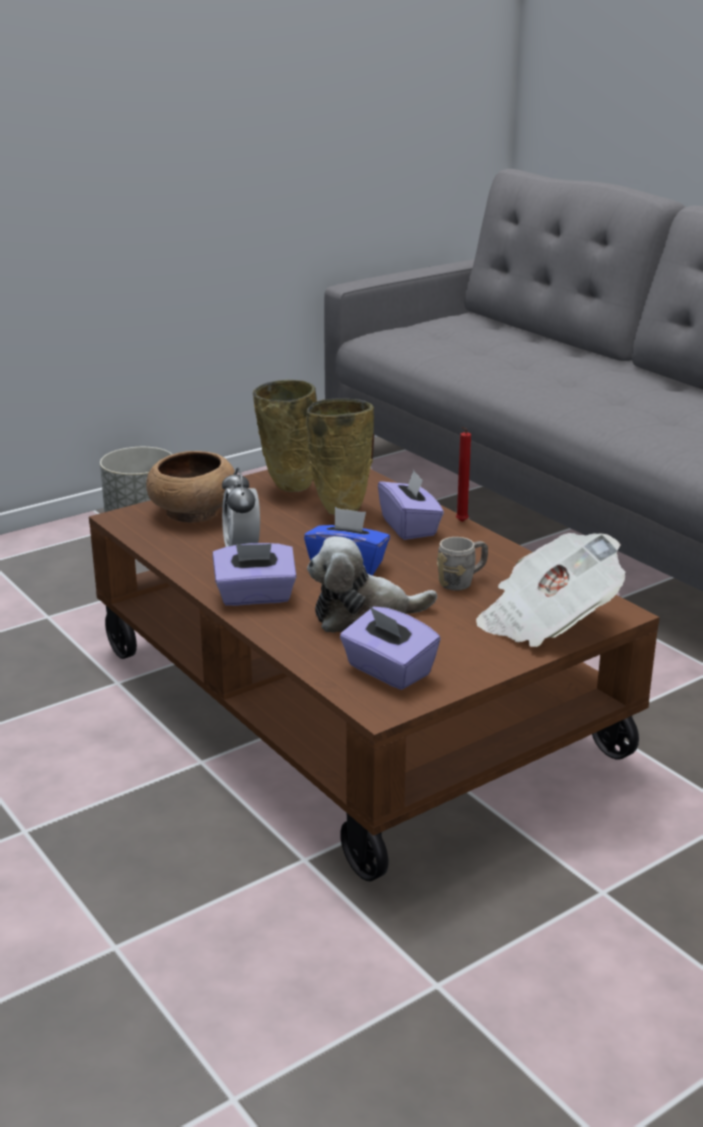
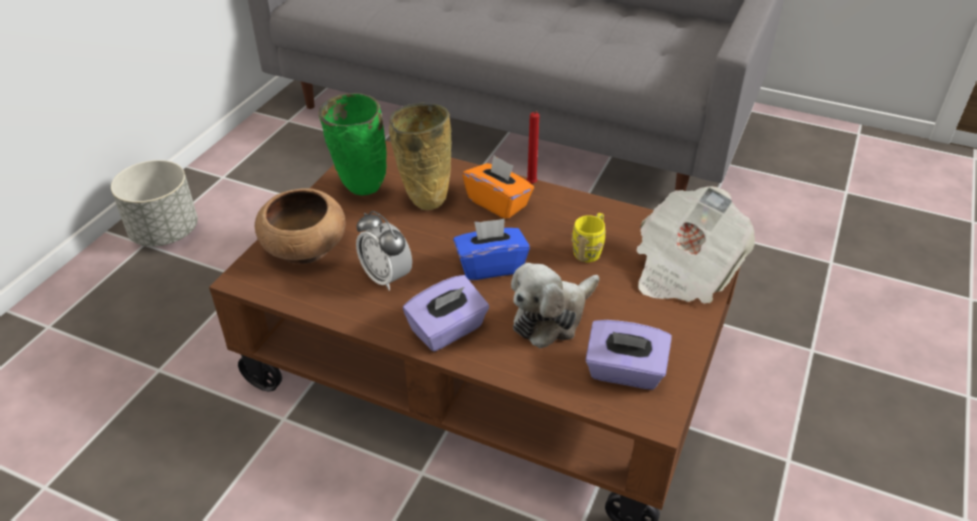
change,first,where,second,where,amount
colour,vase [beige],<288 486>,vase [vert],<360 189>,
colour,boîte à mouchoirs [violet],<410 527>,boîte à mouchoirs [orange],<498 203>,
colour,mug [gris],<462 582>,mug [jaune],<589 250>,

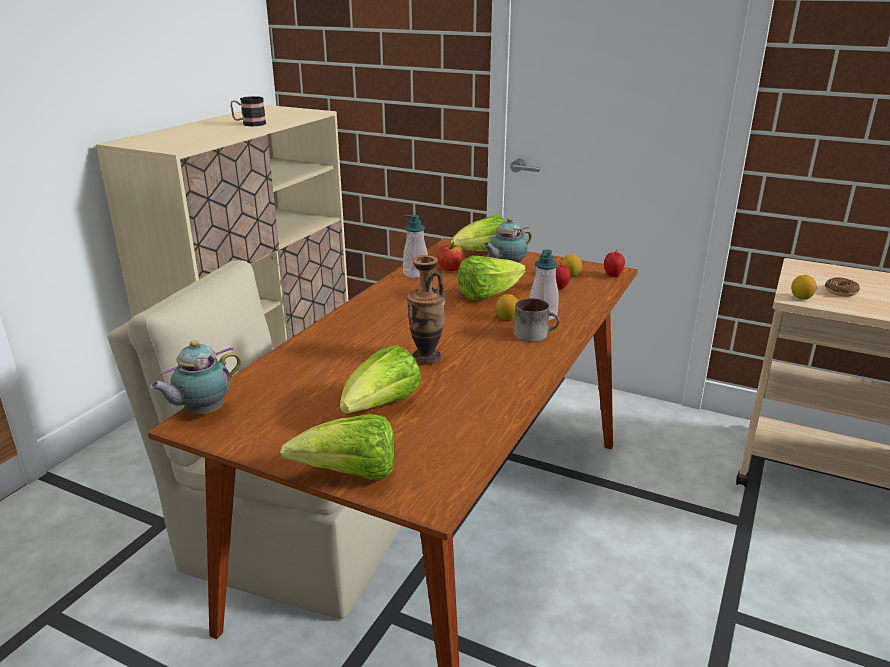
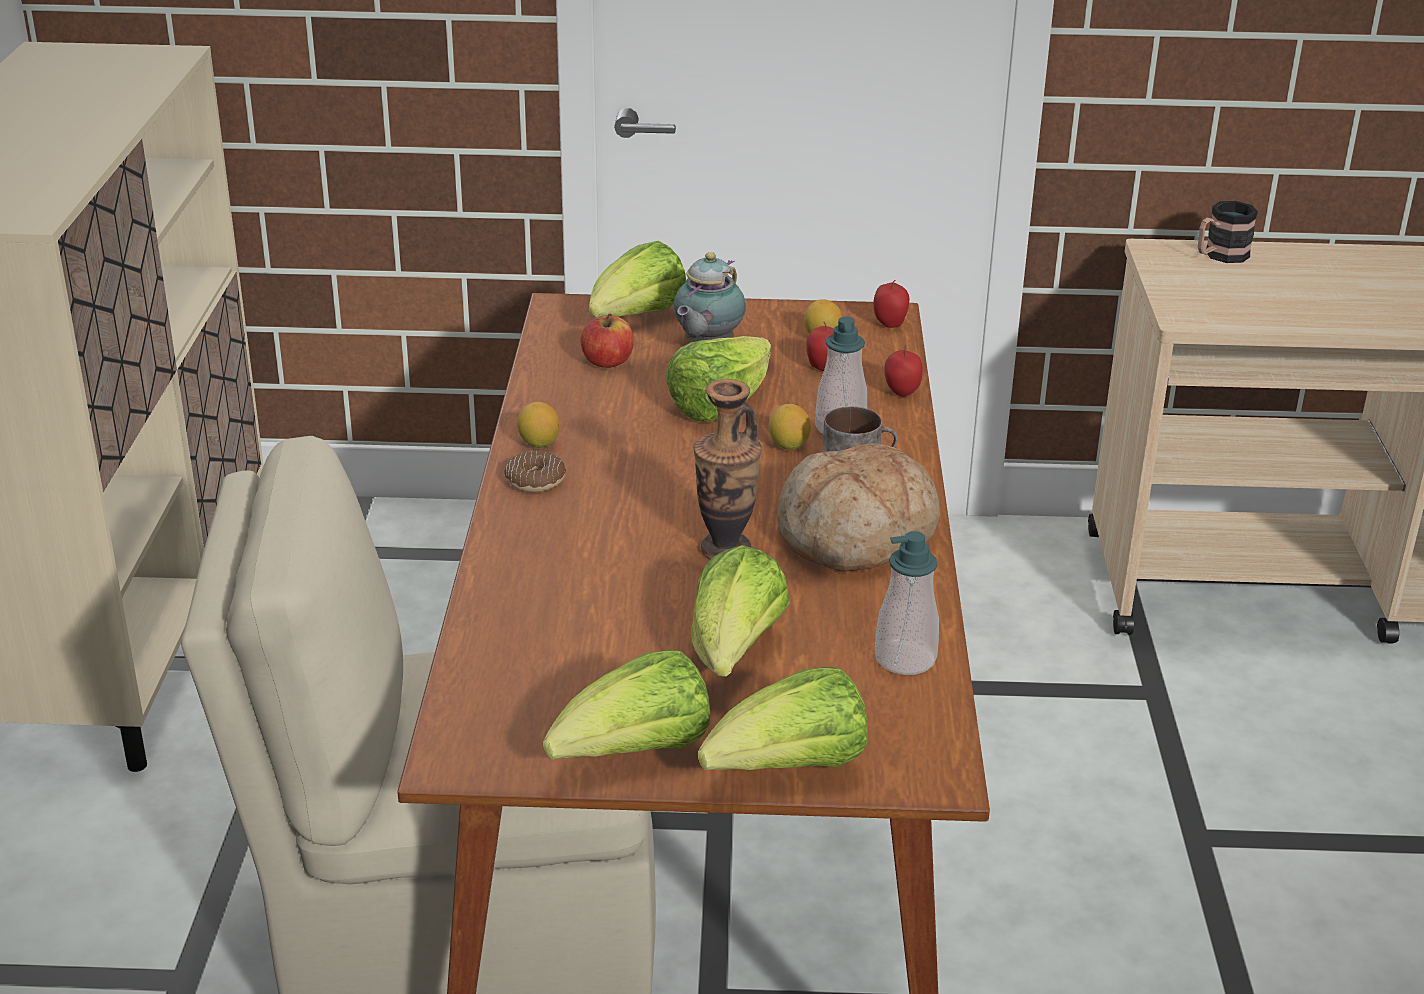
change,first,where,second,where,amount
missing,théière,<202 412>,,,
appeared,,,laitue,<635 754>,
appeared,,,pain,<858 536>,
appeared,,,pomme,<901 393>,
relocated,mug,<249 124>,,<1219 256>,
relocated,distributeur de savon,<415 273>,,<905 659>,
relocated,citron,<801 298>,,<539 443>,
relocated,beignet,<840 292>,,<535 480>,

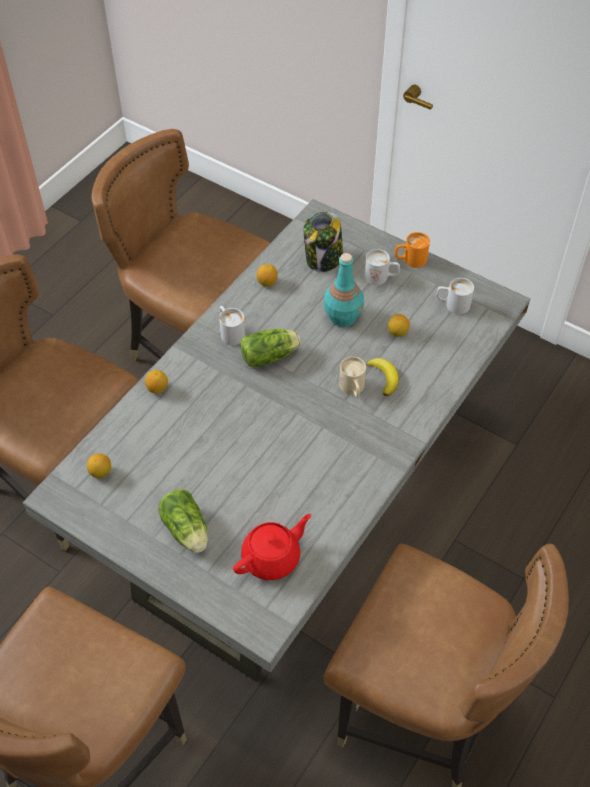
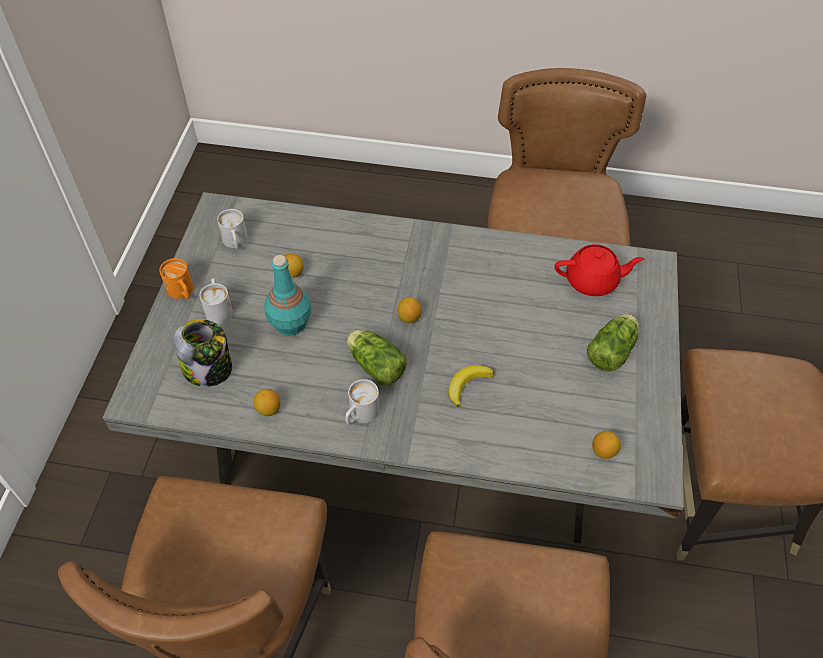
change,first,where,second,where,amount
missing,mug [beige],<353 389>,,,
relocated,citron,<157 388>,,<409 318>,
relocated,banane,<384 377>,,<467 385>,
spun,théière [rouge],<272 558>,,<592 281>,150 degrees clockwise

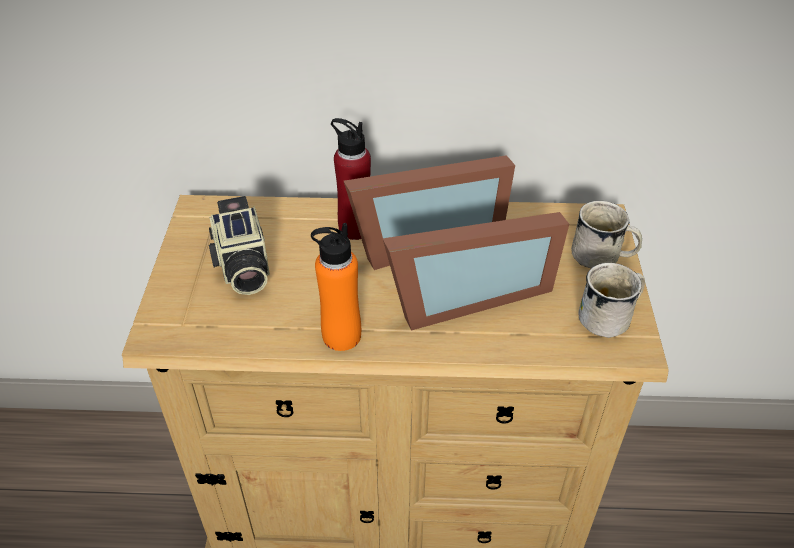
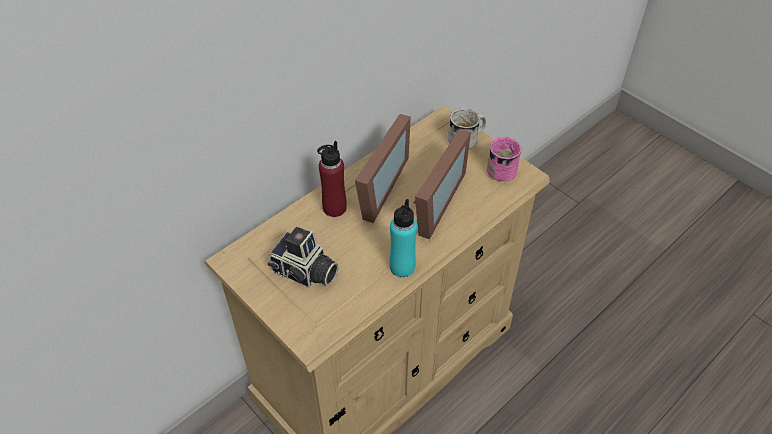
change,first,where,second,where,amount
colour,bouteille [orange],<341 336>,bouteille [turquoise],<402 267>,
colour,mug [blanc],<611 317>,mug [rose],<502 168>,

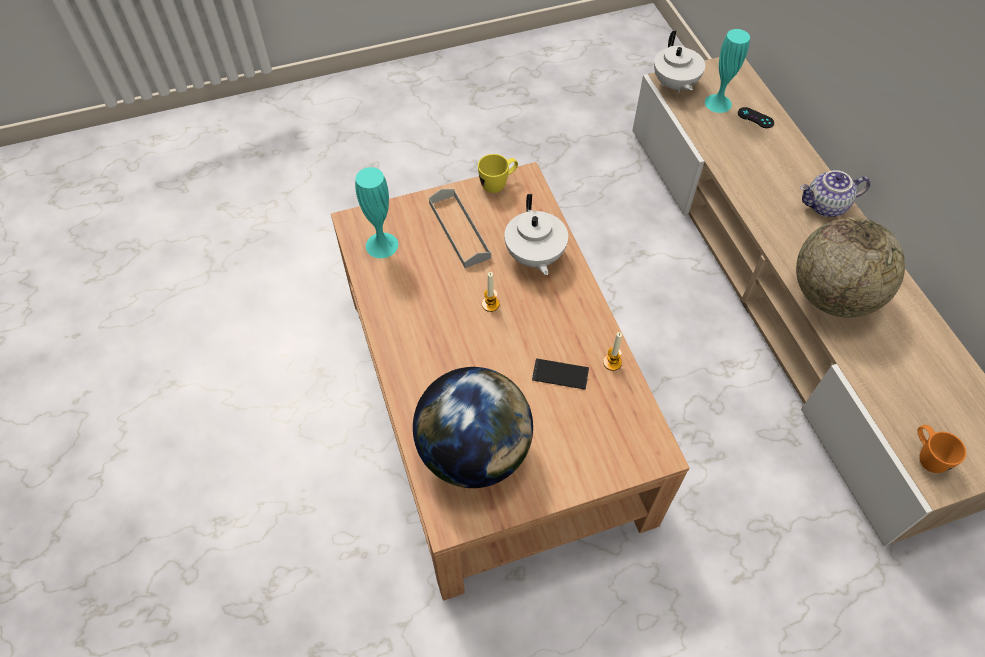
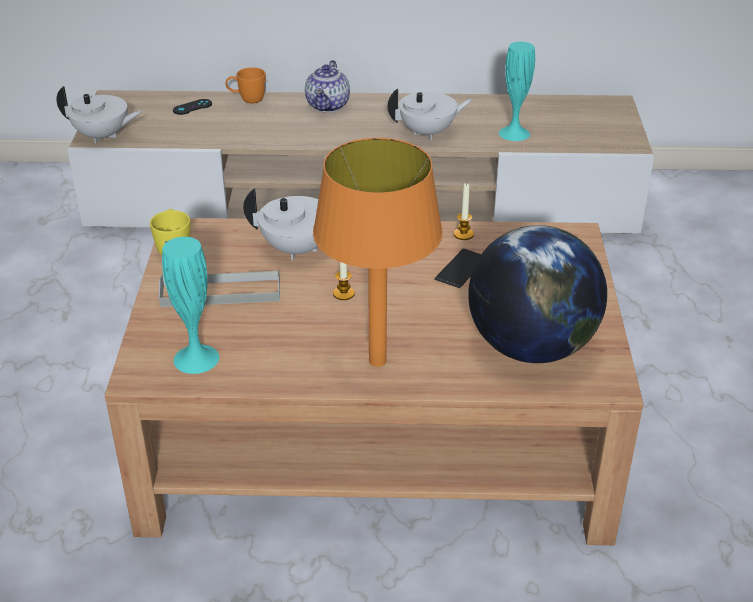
change,first,where,second,where,amount
appeared,,,lampe de table [orange],<376 360>,
relocated,vase [turquoise],<718 103>,,<514 133>,
relocated,mug [orange],<926 456>,,<247 100>,
exchanged,globe,<832 296>,théière [blanc],<428 132>,

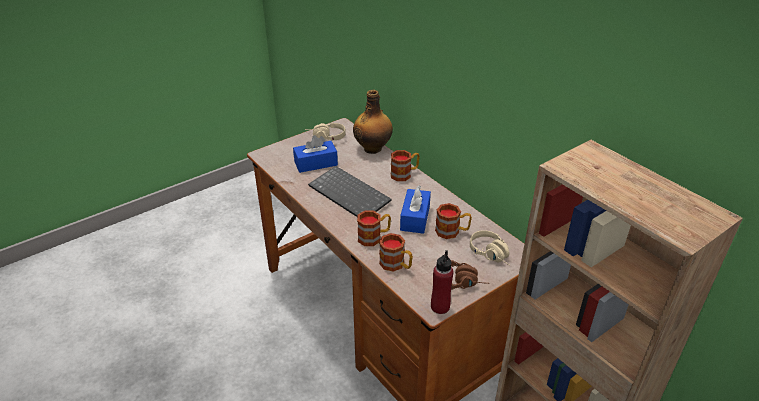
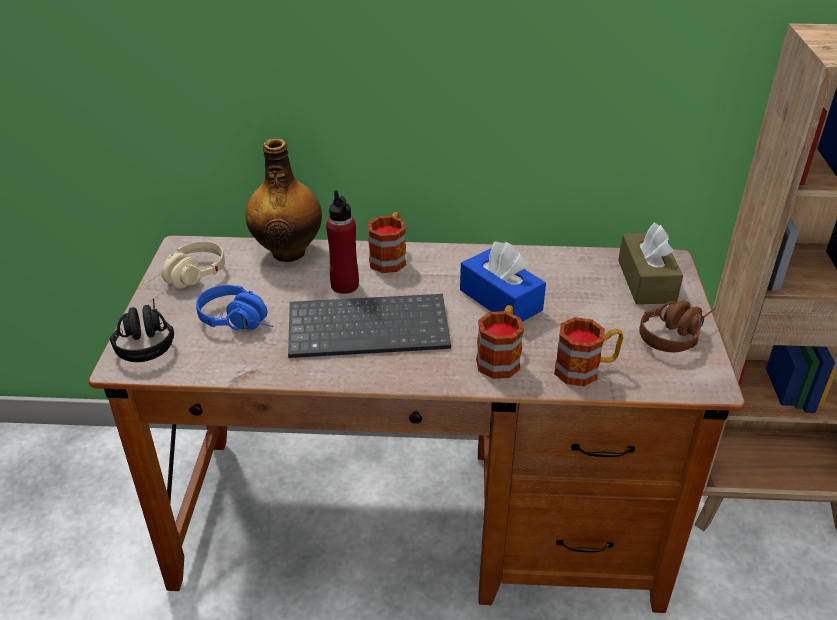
change,first,where,second,where,amount
missing,mug,<452 231>,,,
appeared,,,casque audio [noir],<145 339>,
relocated,bouteille [rouge],<440 307>,,<344 285>,
exchanged,boîte à mouchoirs [bleu],<316 163>,casque audio [bleu],<241 321>,
exchanged,casque audio [beige],<492 255>,boîte à mouchoirs [marron],<646 281>,

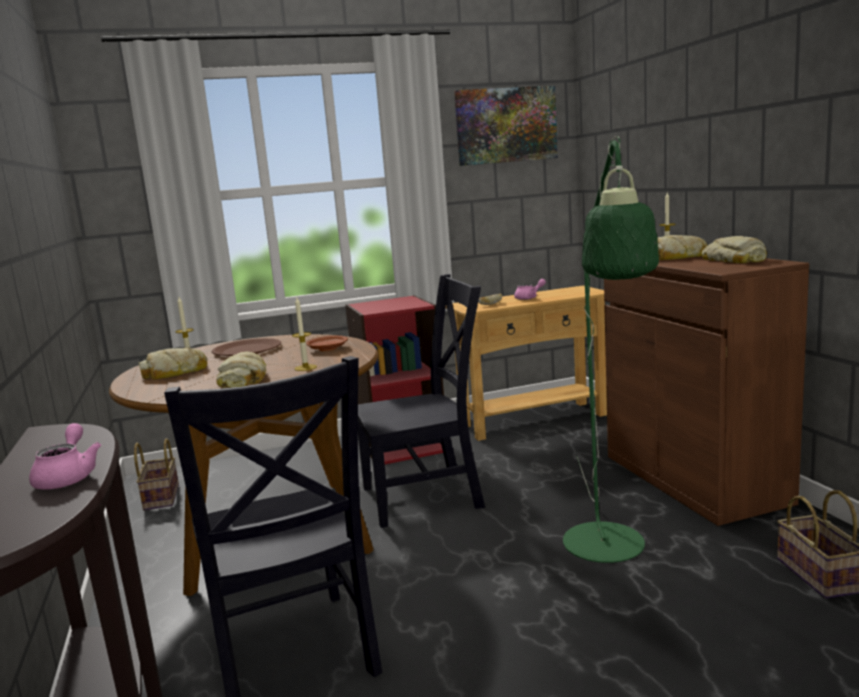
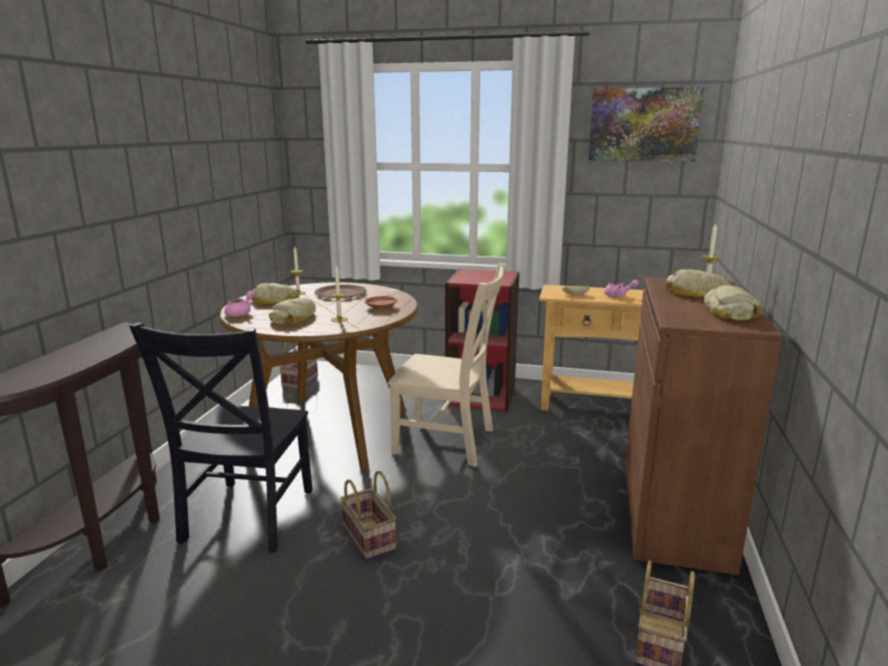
change,first,where,second,where,amount
missing,lampadaire [vert],<607 553>,,,
appeared,,,panier,<371 538>,
relocated,théière [rose],<68 477>,,<241 313>,
colour,chaise [noir],<427 496>,chaise [beige],<448 442>,

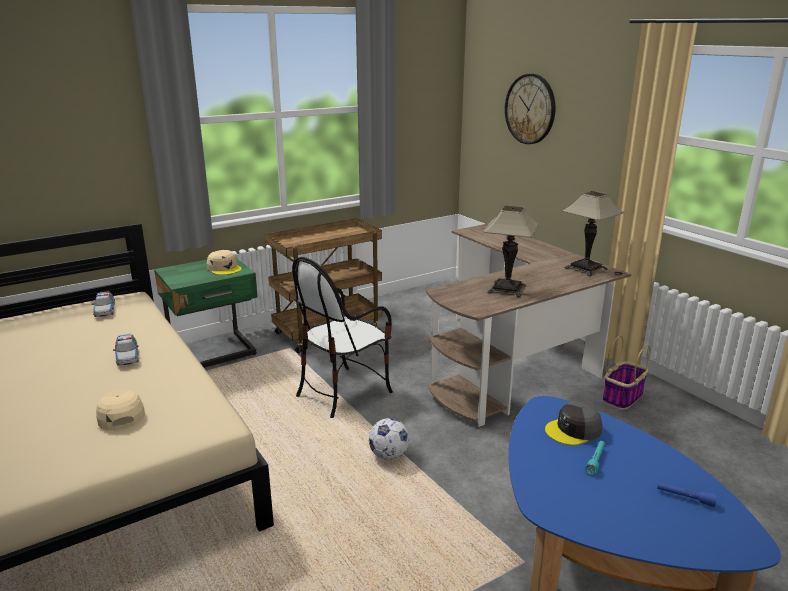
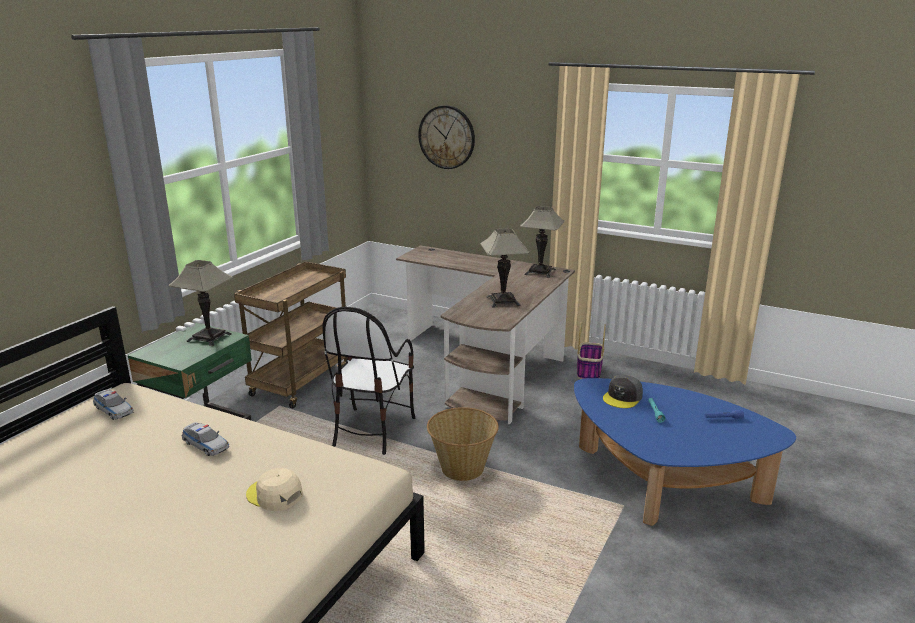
change,first,where,second,where,amount
exchanged,casquette [beige],<224 268>,lampe de table,<209 337>,
exchanged,ballon de foot,<389 455>,panier,<462 468>,

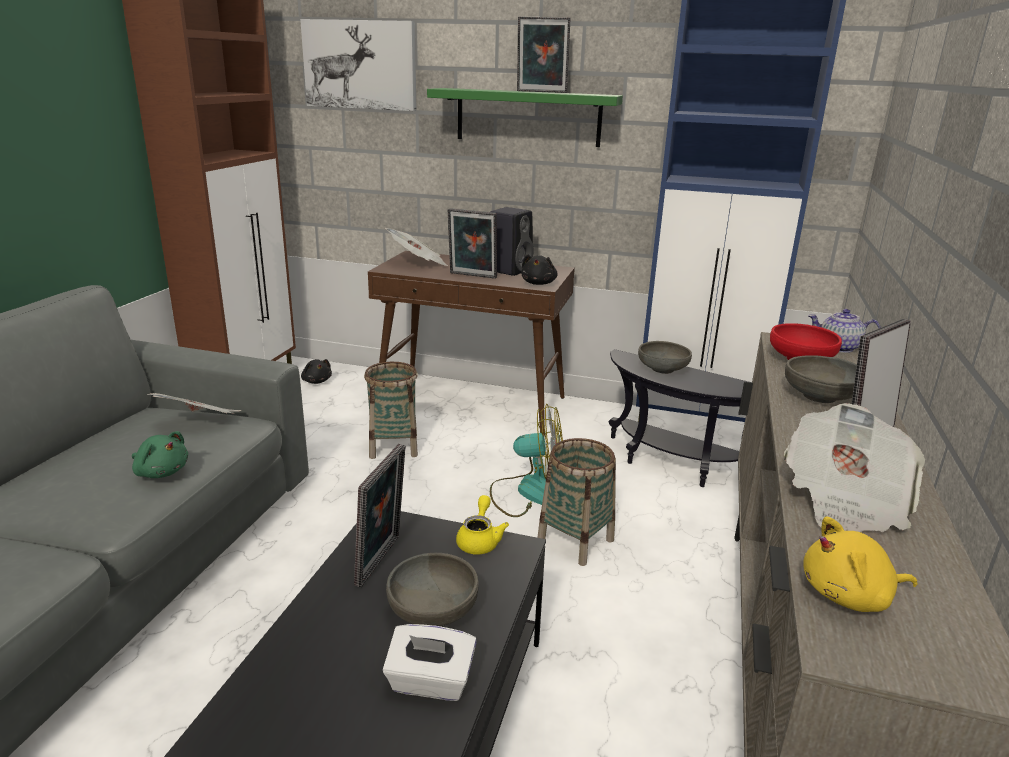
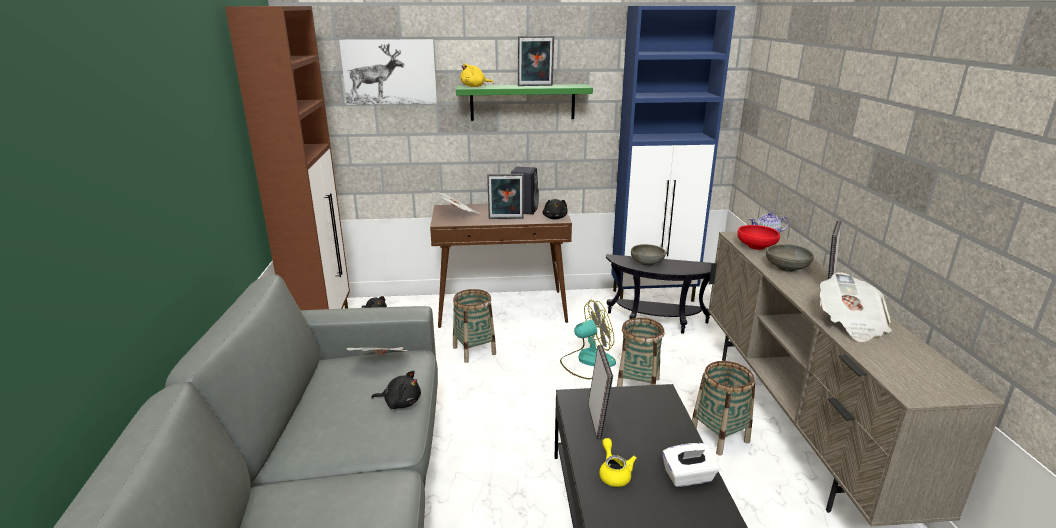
change,first,where,second,where,amount
missing,bol [gris],<433 610>,,,
appeared,,,panier,<719 436>,
relocated,théière [jaune],<480 540>,,<614 473>,
relocated,peluche [jaune],<850 596>,,<475 86>,
colour,peluche [vert],<161 472>,peluche [noir],<400 402>,

